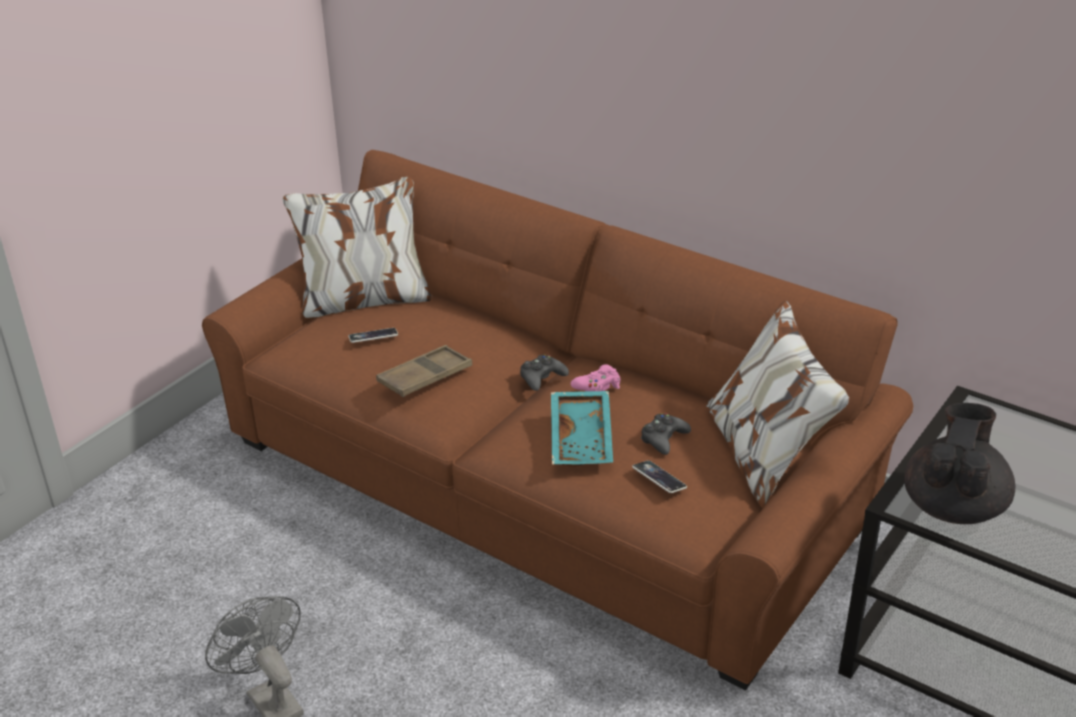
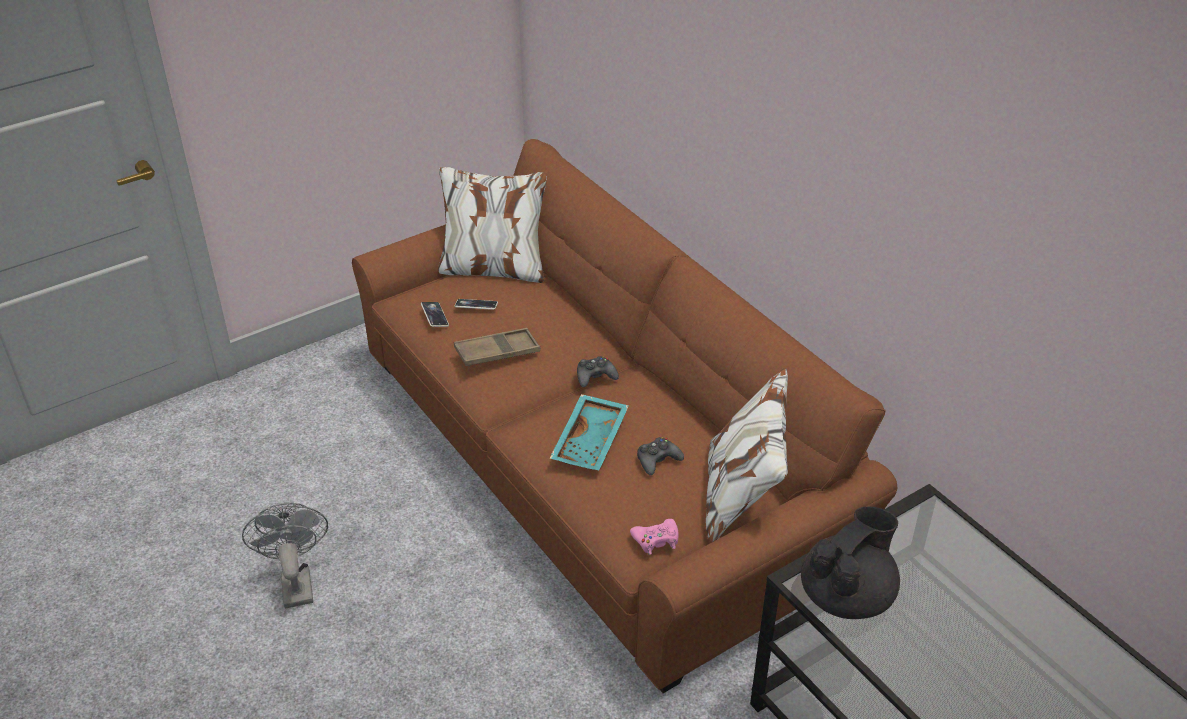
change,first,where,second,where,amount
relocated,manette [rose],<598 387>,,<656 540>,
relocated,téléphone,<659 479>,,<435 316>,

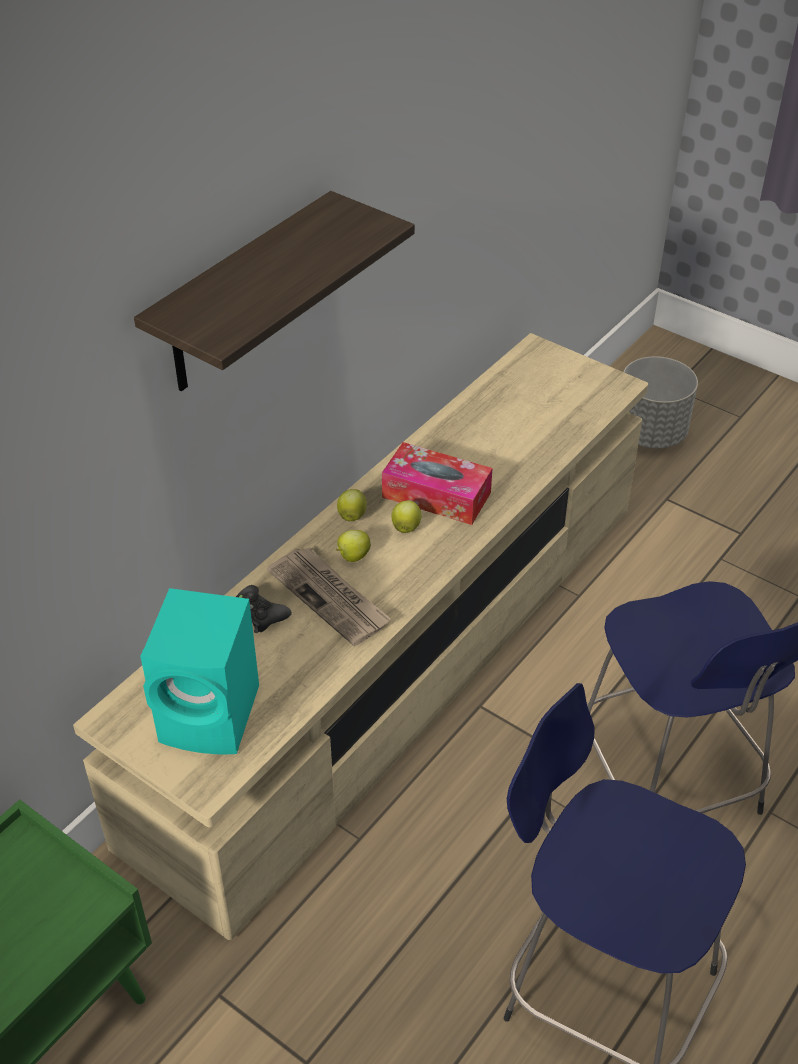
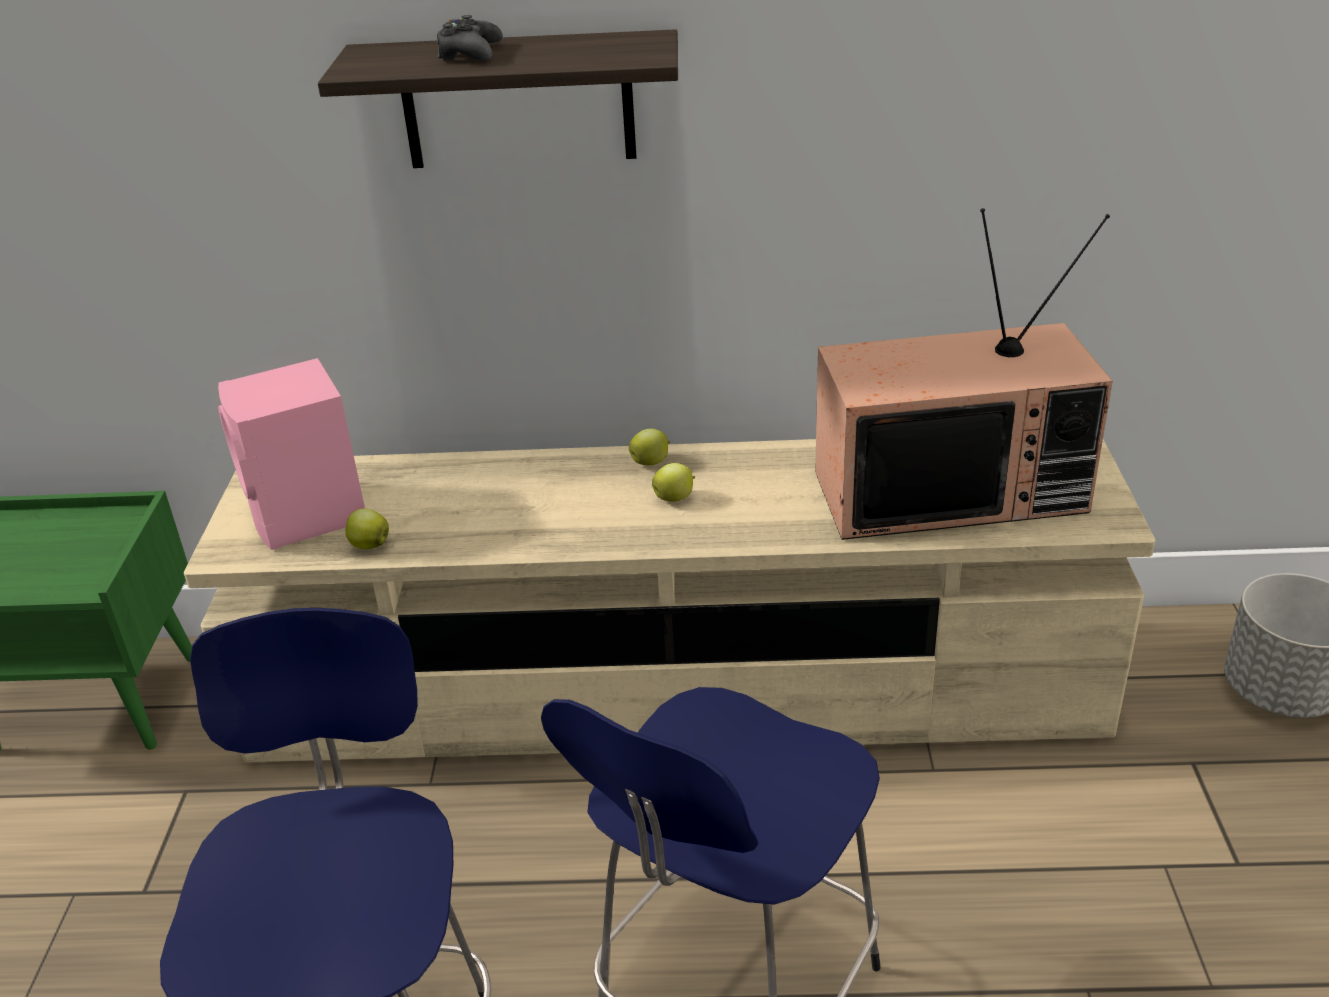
change,first,where,second,where,amount
missing,journal,<330 598>,,,
missing,boîte à mouchoirs,<436 495>,,,
appeared,,,téléviseur,<950 489>,
relocated,manette [noir],<259 614>,,<470 53>,
relocated,pomme,<352 556>,,<369 545>,
colour,enceinte [turquoise],<213 716>,enceinte [rose],<308 517>,

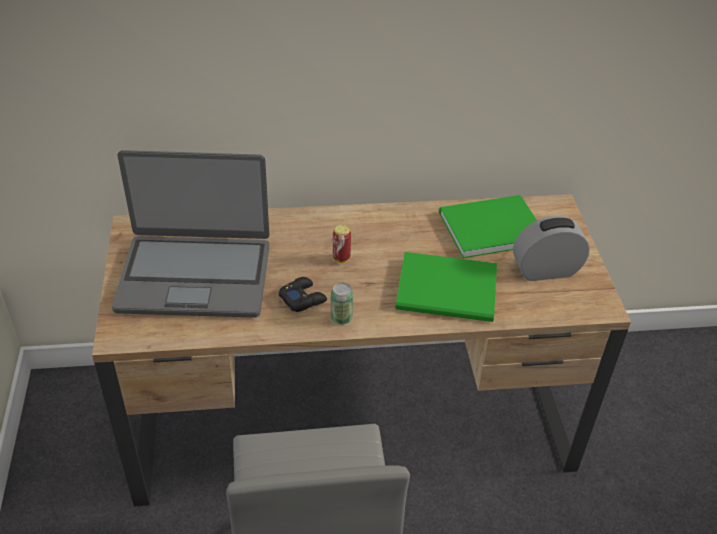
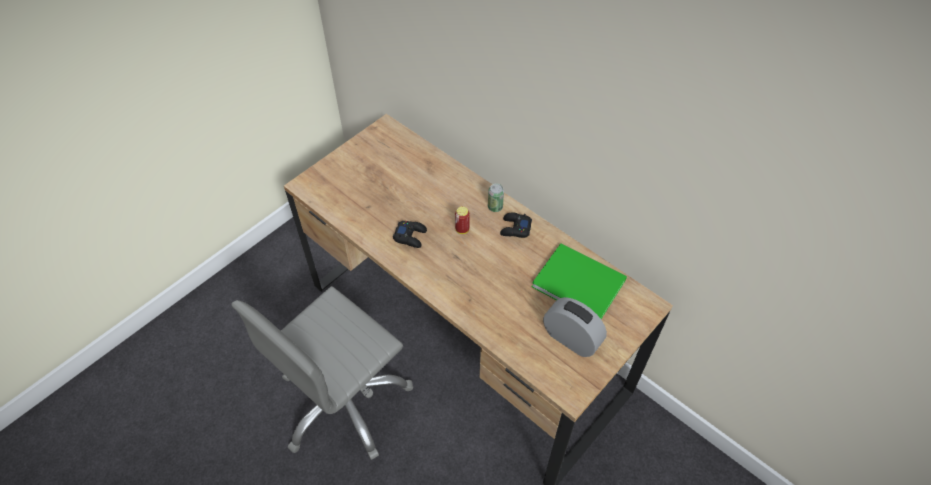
change,first,where,second,where,amount
missing,ordinateur portable,<195 276>,,,
missing,livre [vert],<449 292>,,,
appeared,,,manette [noir],<515 228>,
relocated,boîte métallique,<341 318>,,<495 207>,

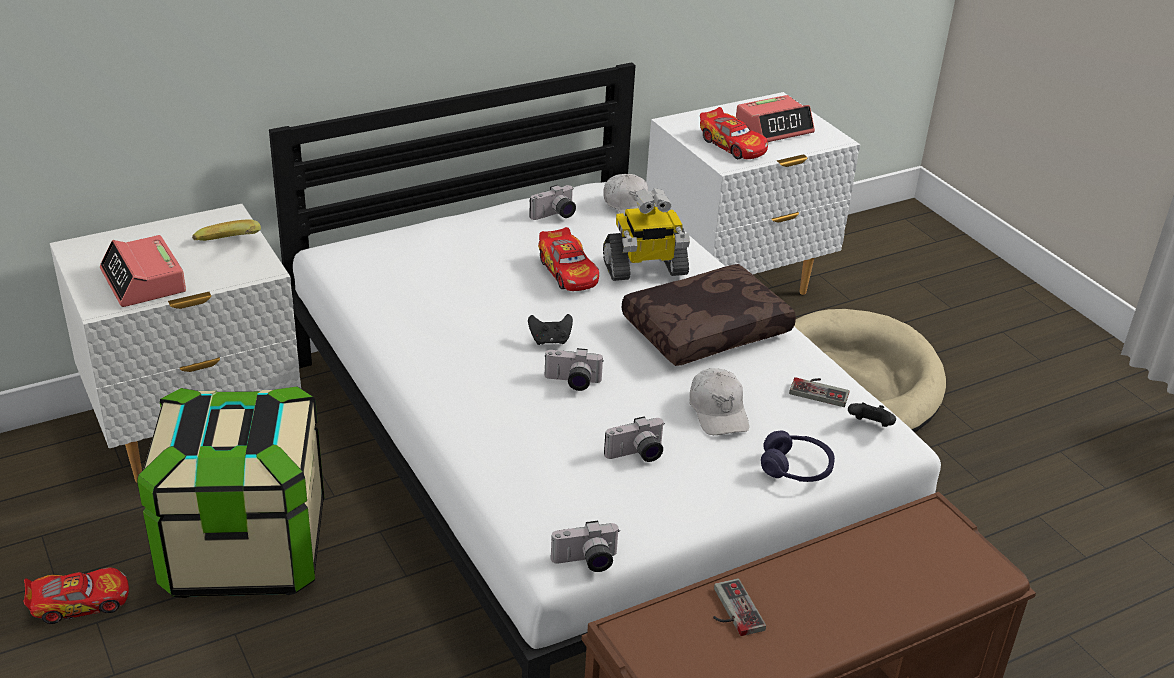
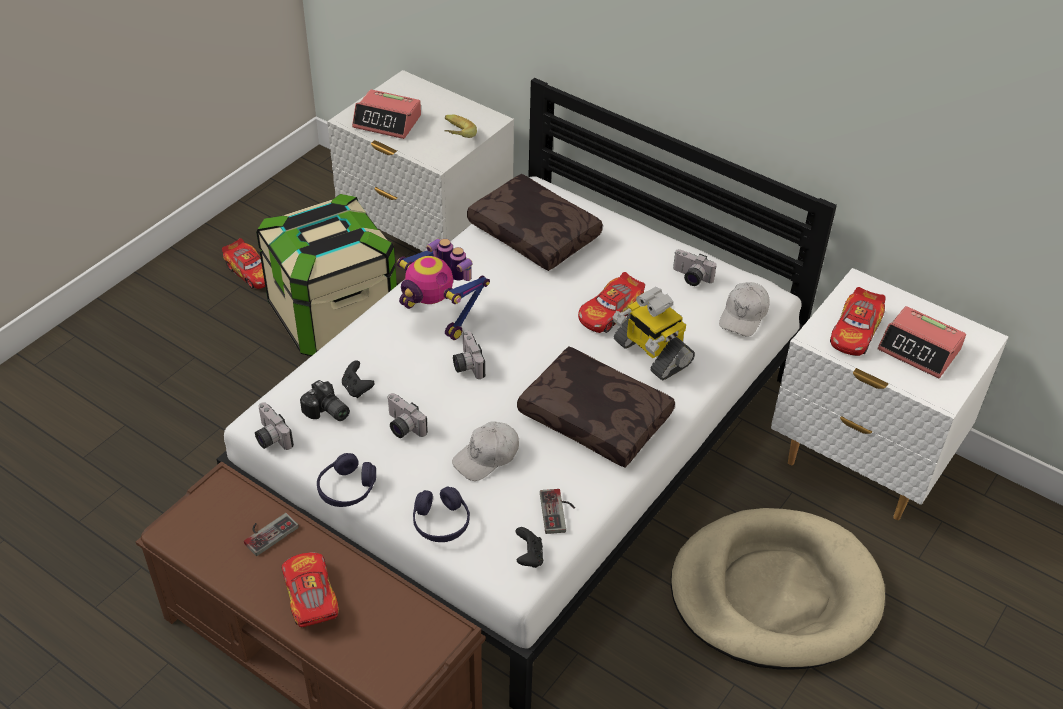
change,first,where,second,where,amount
appeared,,,petite voiture,<310 597>,
appeared,,,appareil photo,<326 412>,
appeared,,,casque audio [violet],<347 489>,
appeared,,,robot jouet,<439 315>,
appeared,,,coussin [marron],<536 233>,
relocated,manette [noir],<550 340>,,<357 389>,
spun,réveil,<144 281>,,<387 122>,105 degrees counterclockwise

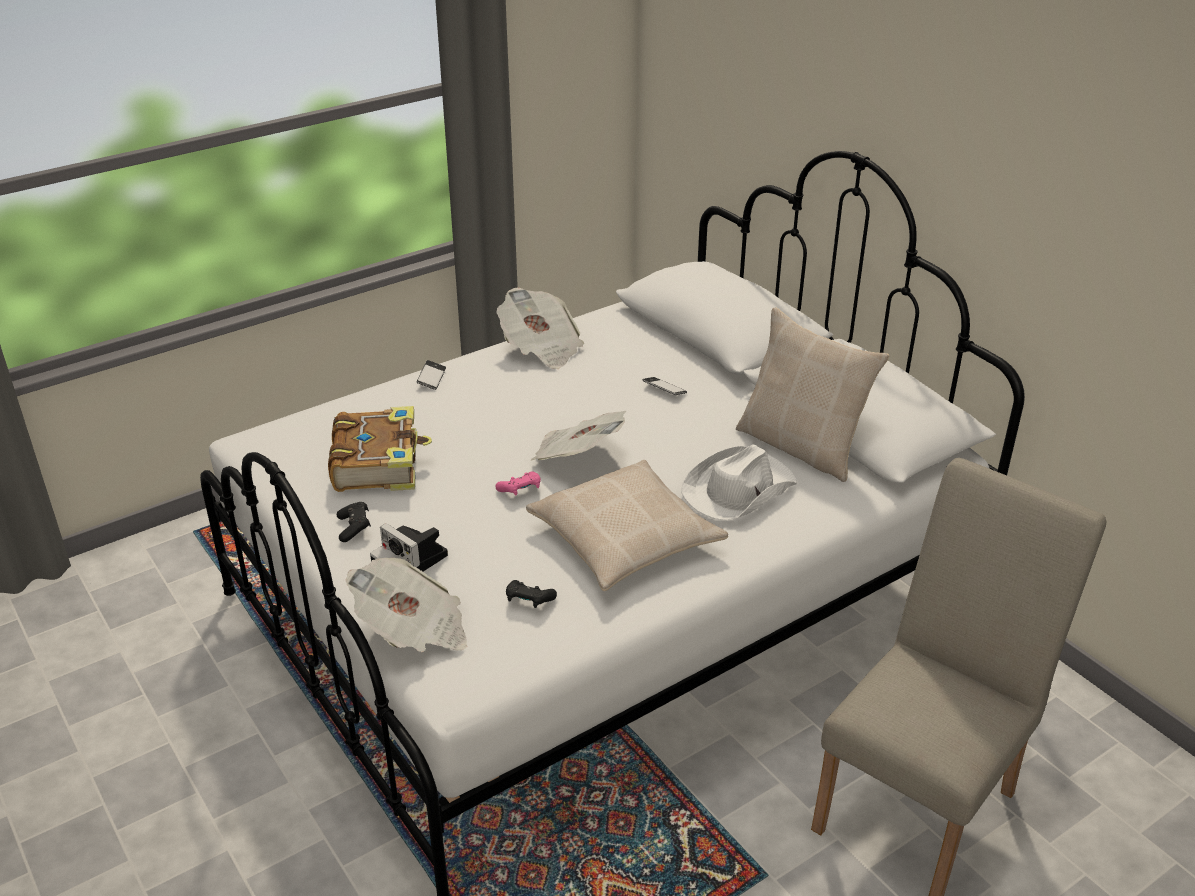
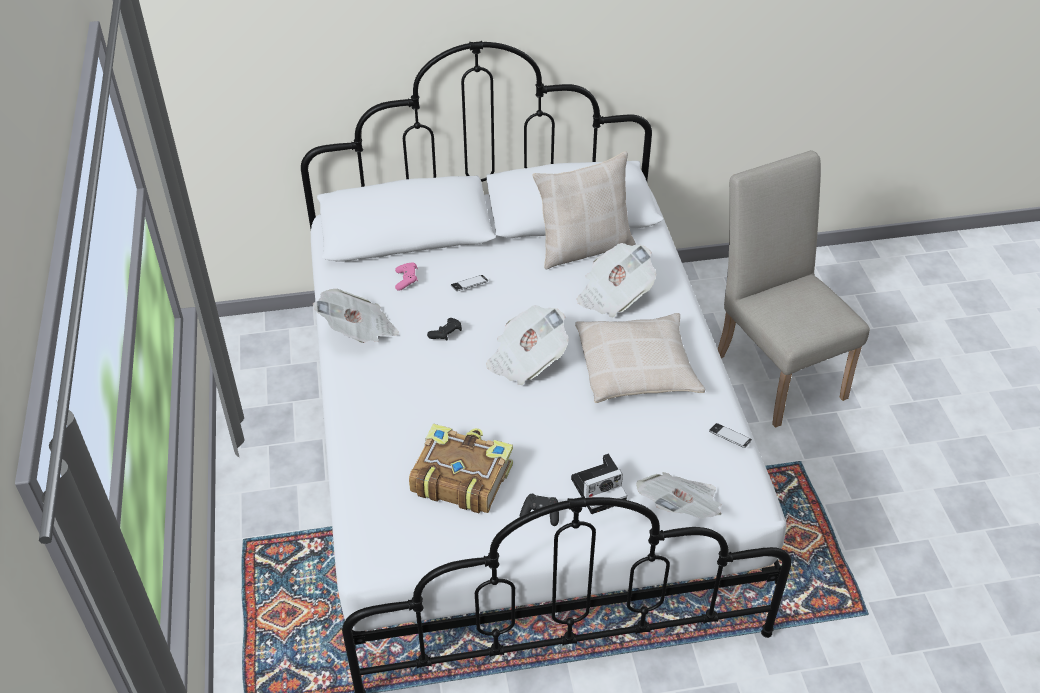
change,first,where,second,where,amount
relocated,téléphone,<431 378>,,<729 438>,
relocated,manette [rose],<520 491>,,<406 280>,
relocated,manette [noir],<529 601>,,<446 334>,
exchanged,chapeau [blanc],<738 490>,journal,<614 295>,

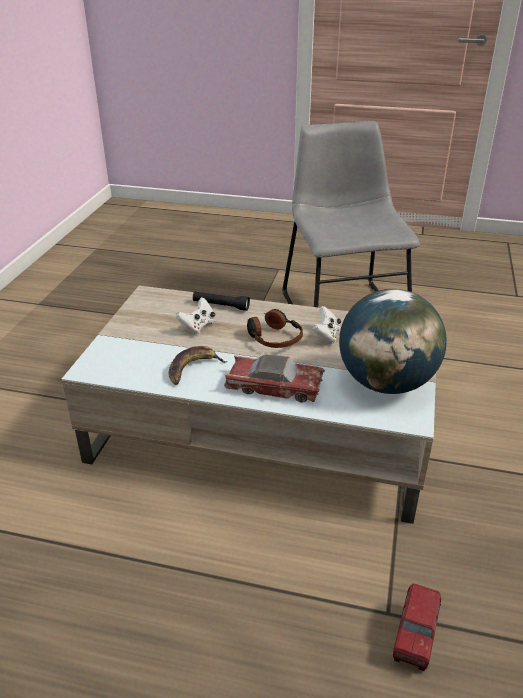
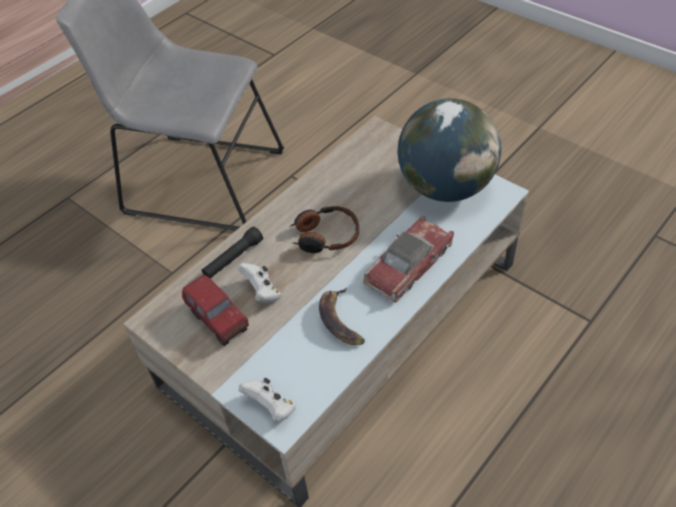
change,first,where,second,where,amount
relocated,manette [blanc],<326 336>,,<271 407>,
relocated,camion jouet,<414 638>,,<218 321>,

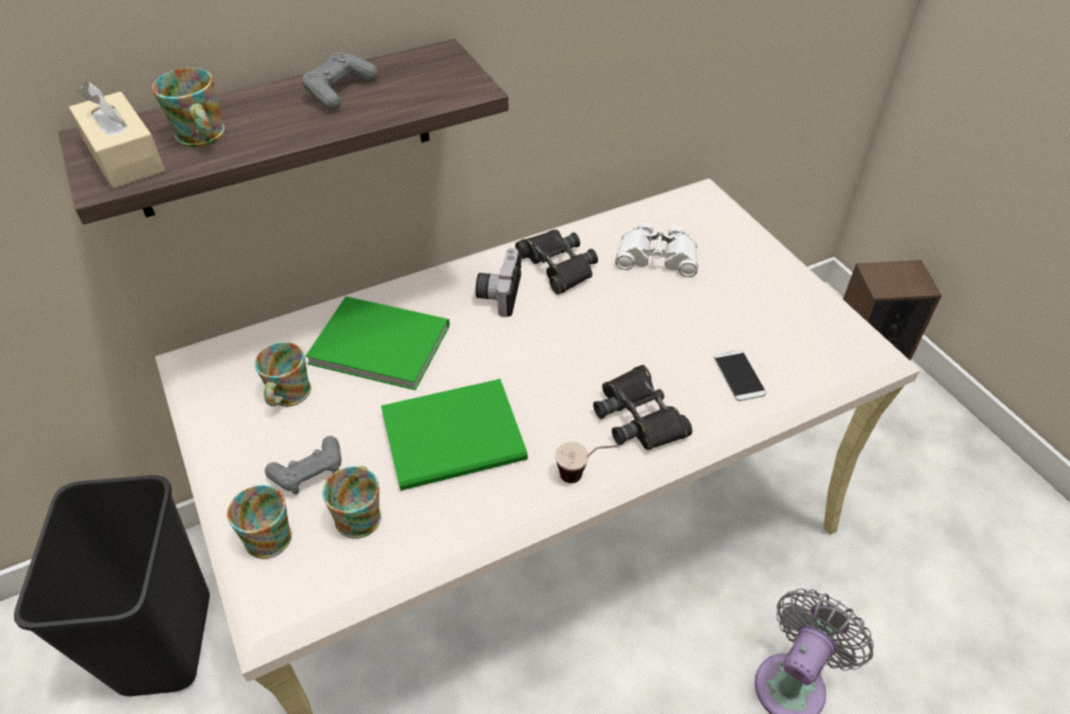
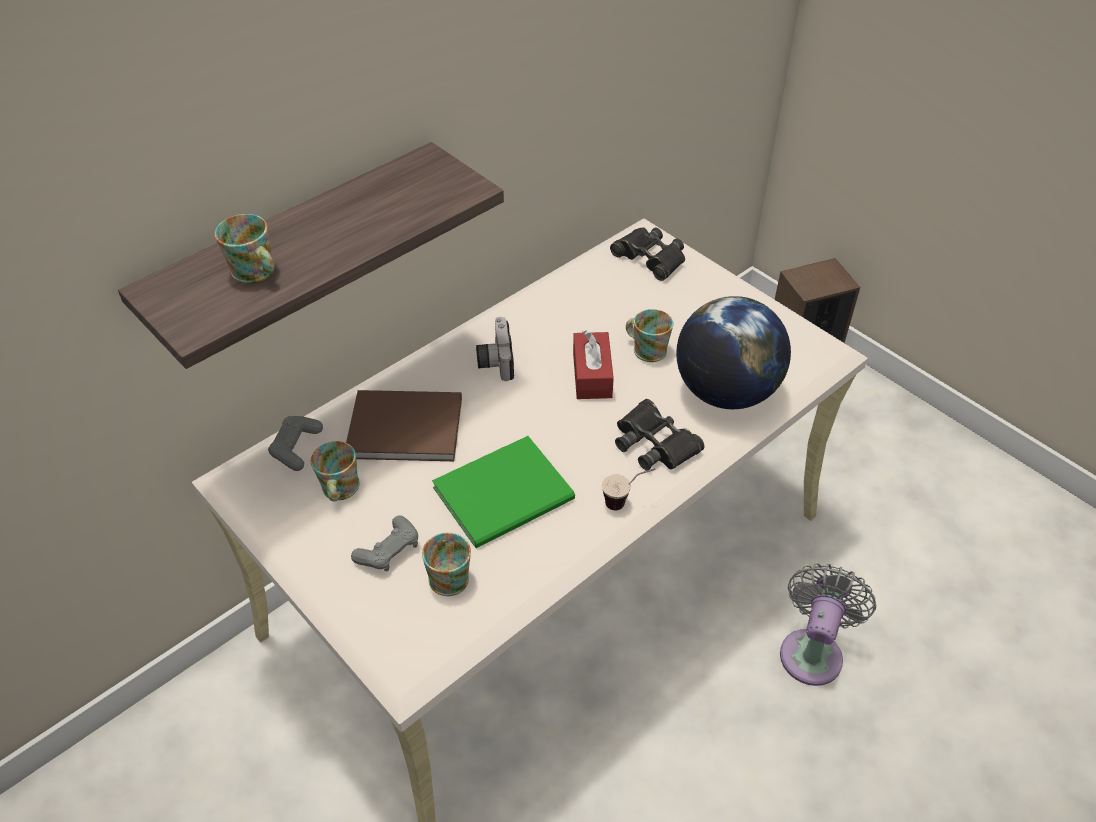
change,first,where,second,where,amount
missing,poubelle [noir],<164 640>,,,
missing,boîte à mouchoirs [beige],<124 157>,,,
missing,jumelles [blanc],<657 257>,,,
appeared,,,boîte à mouchoirs [rouge],<592 375>,
relocated,mug,<266 533>,,<646 348>,
relocated,manette [gris],<340 91>,,<296 447>,
relocated,jumelles [noir],<557 266>,,<650 258>,
exchanged,téléphone,<739 375>,globe,<726 392>,
colour,livre [vert],<378 341>,livre [marron],<402 425>,

